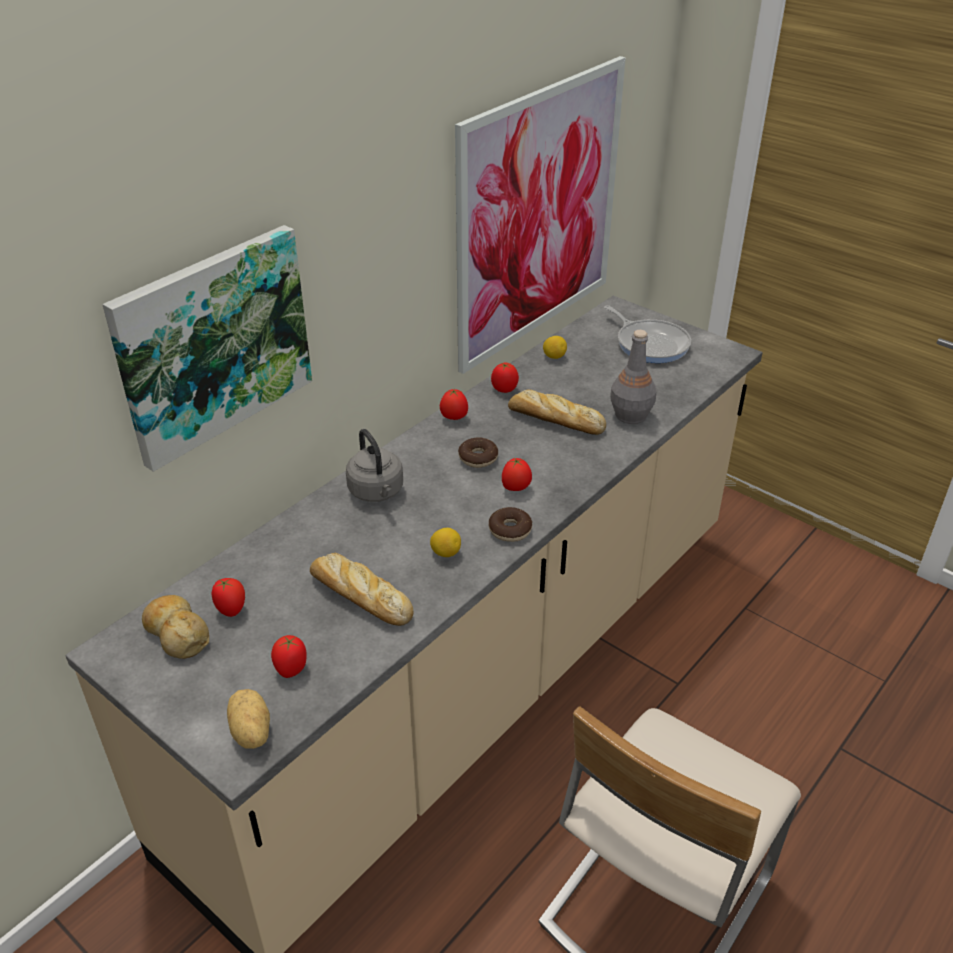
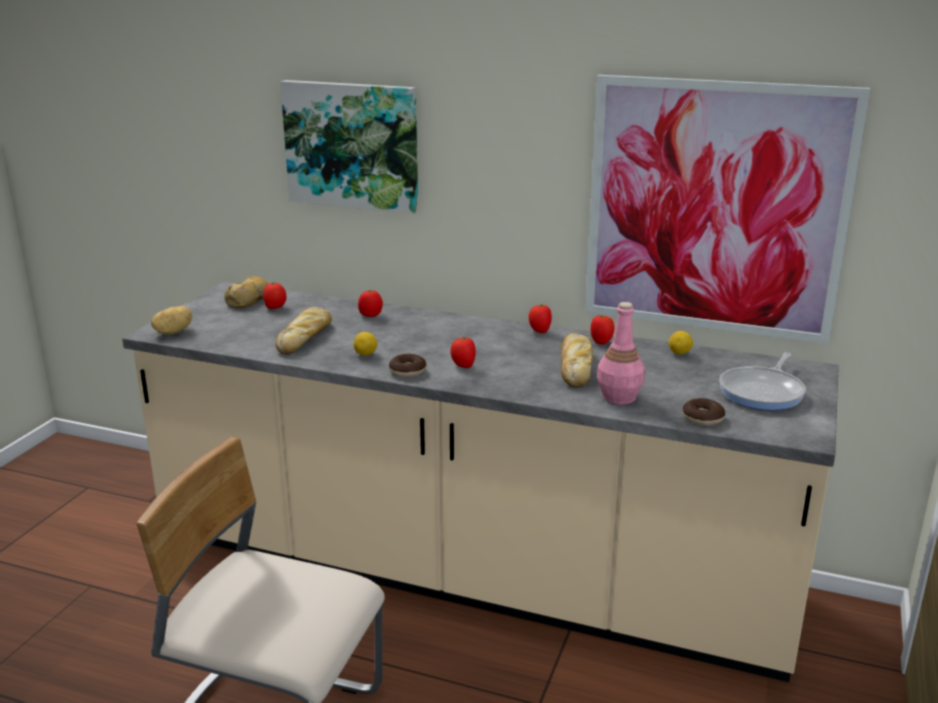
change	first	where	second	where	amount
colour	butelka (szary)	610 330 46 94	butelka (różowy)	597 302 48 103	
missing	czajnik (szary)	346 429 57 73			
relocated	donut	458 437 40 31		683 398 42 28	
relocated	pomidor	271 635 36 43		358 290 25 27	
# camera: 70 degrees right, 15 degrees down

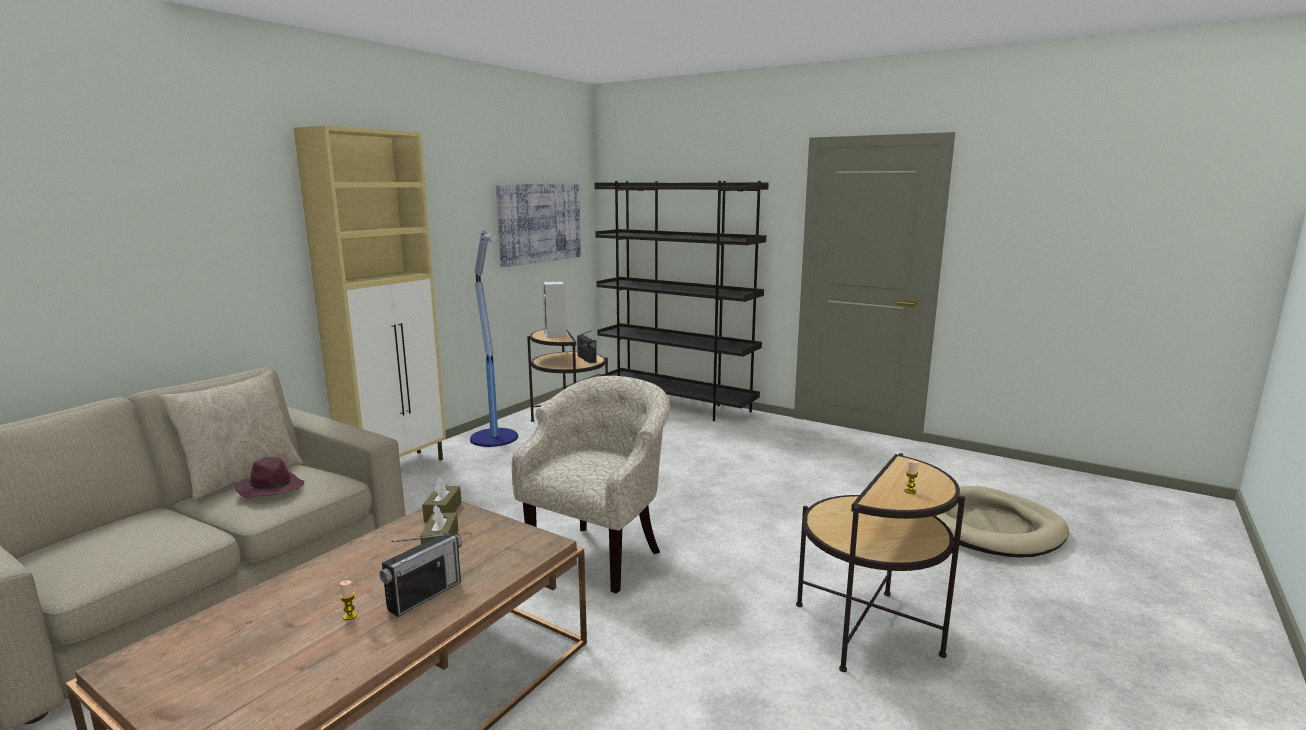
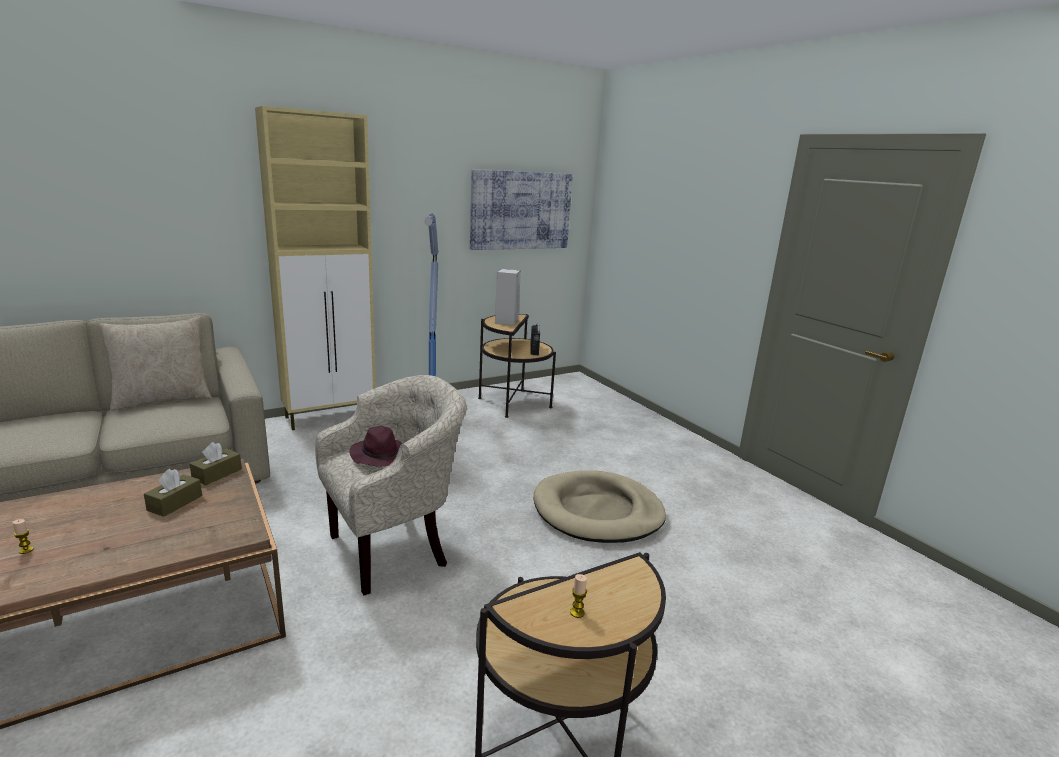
change	first	where	second	where	amount
missing	regał (czarny)	594 181 175 240			
relocated	kapelusz (fioletowy)	235 457 69 42		349 426 54 40	
relocated	legowisko (beżowy)	936 486 133 72		534 470 132 73	
missing	radio	380 533 82 84			
# camera: 25 degrees right, 5 degrees up

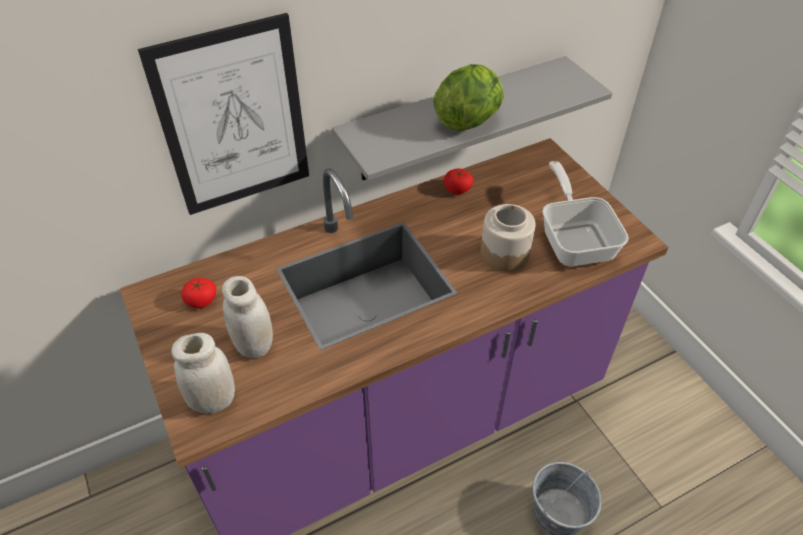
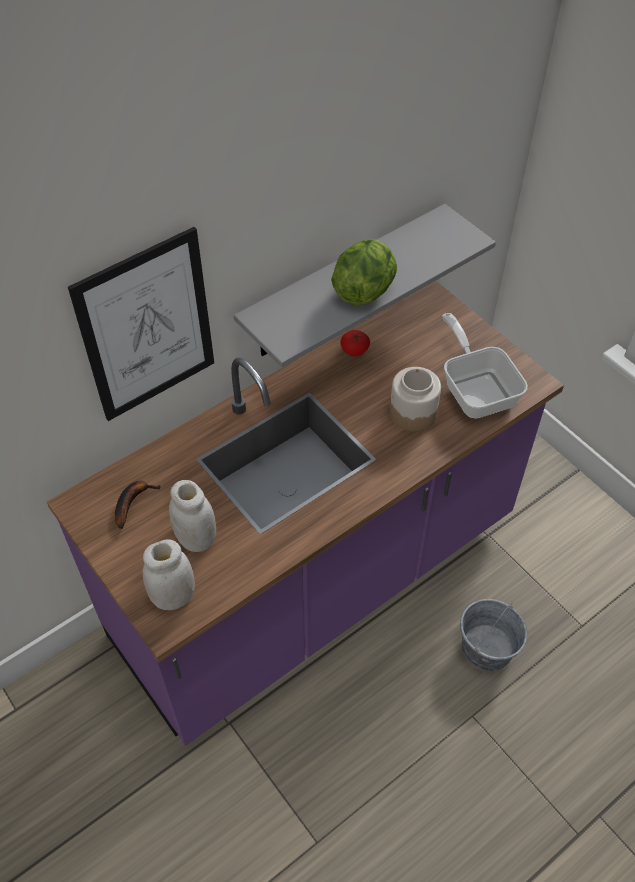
change	first	where	second	where	amount
exchanged	pomidor	181 278 35 31	banan	115 481 46 48	
# camera: 10 degrees left, 5 degrees up

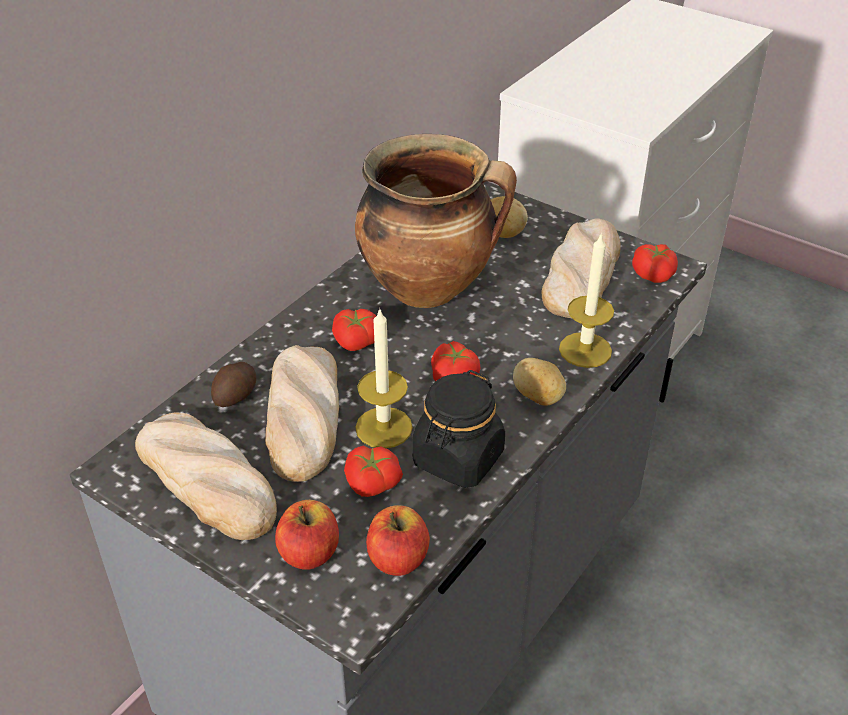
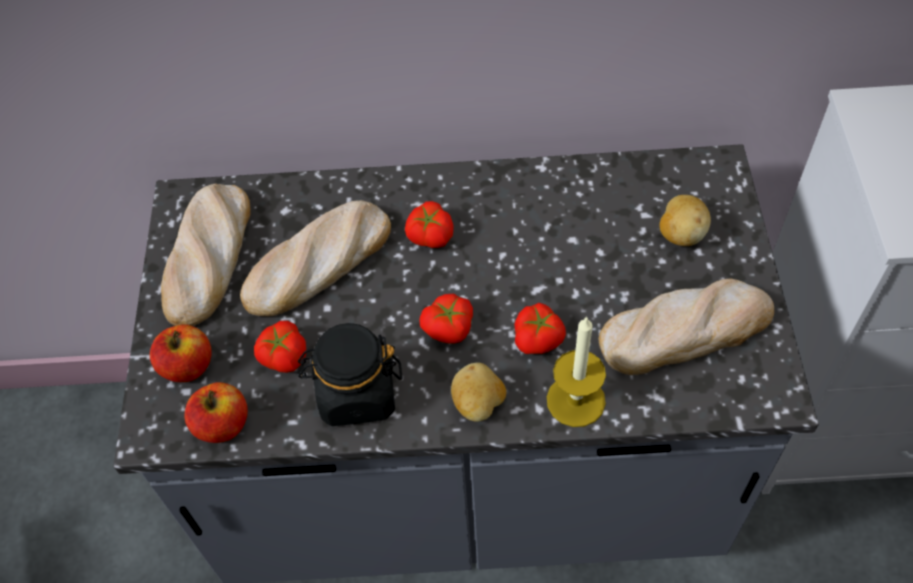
change	first	where	second	where	amount
missing	garnek	355 134 162 174			
relocated	pomidor	632 244 46 39		514 303 52 51	
missing	świeca	355 307 58 141			
missing	ziemniak	211 362 45 45			
# camera: 55 degrees right, 15 degrees up

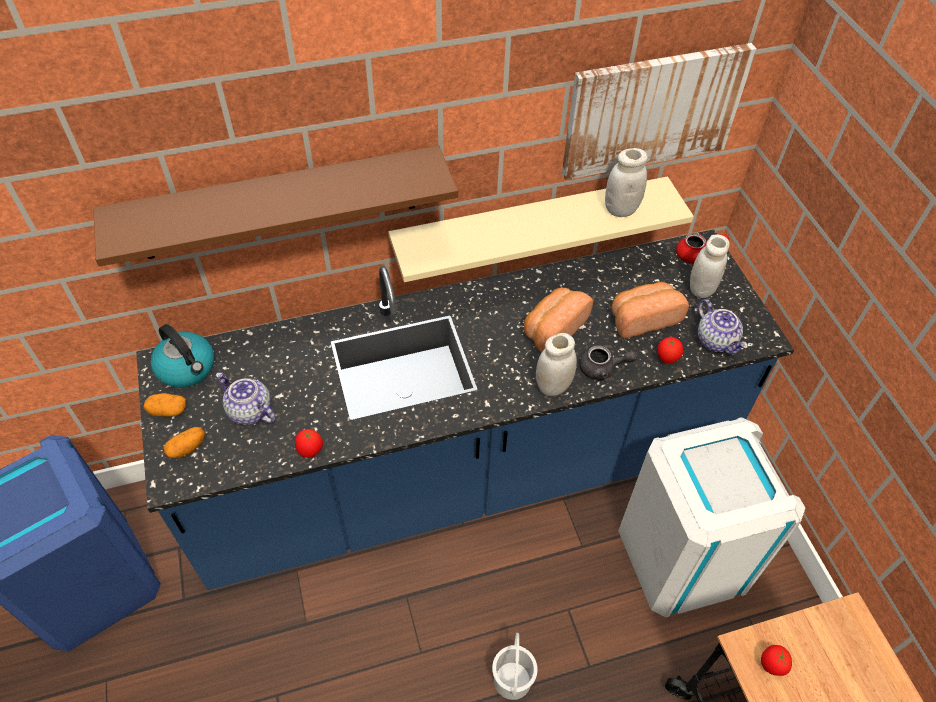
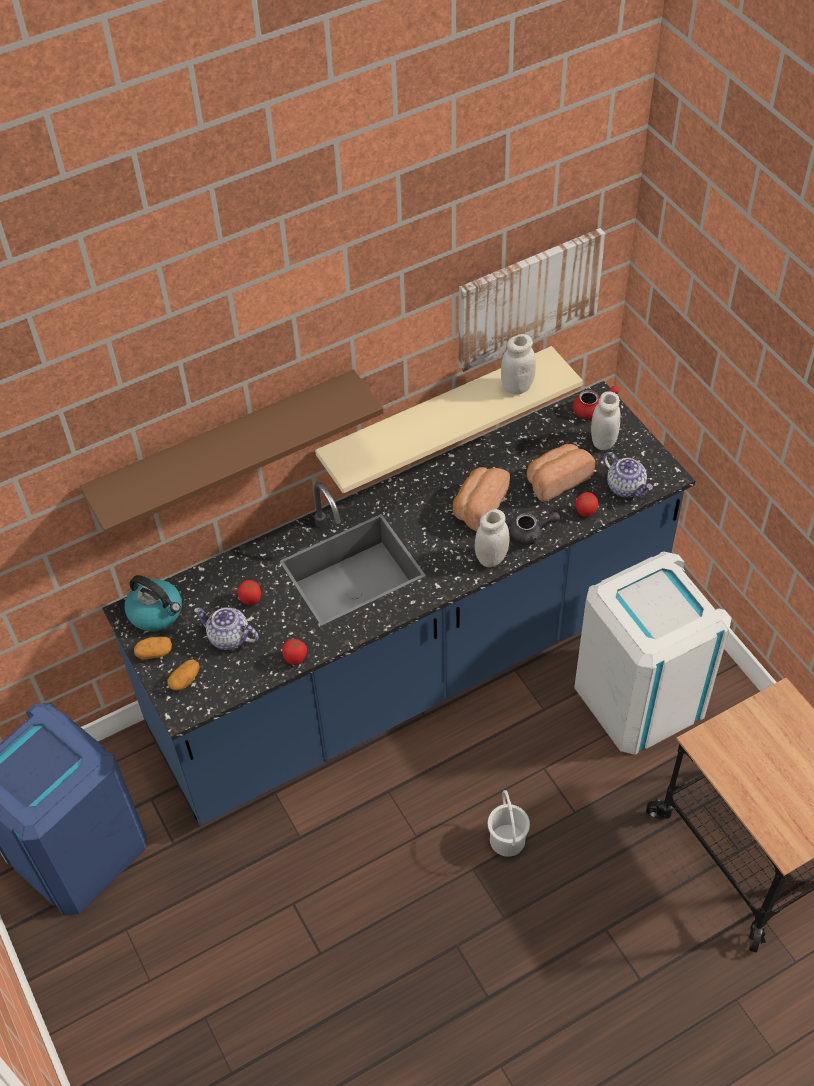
change	first	where	second	where	amount
relocated	pomidor	761 645 31 31		238 580 23 25	
# camera: 10 degrees left, 0 degrees up

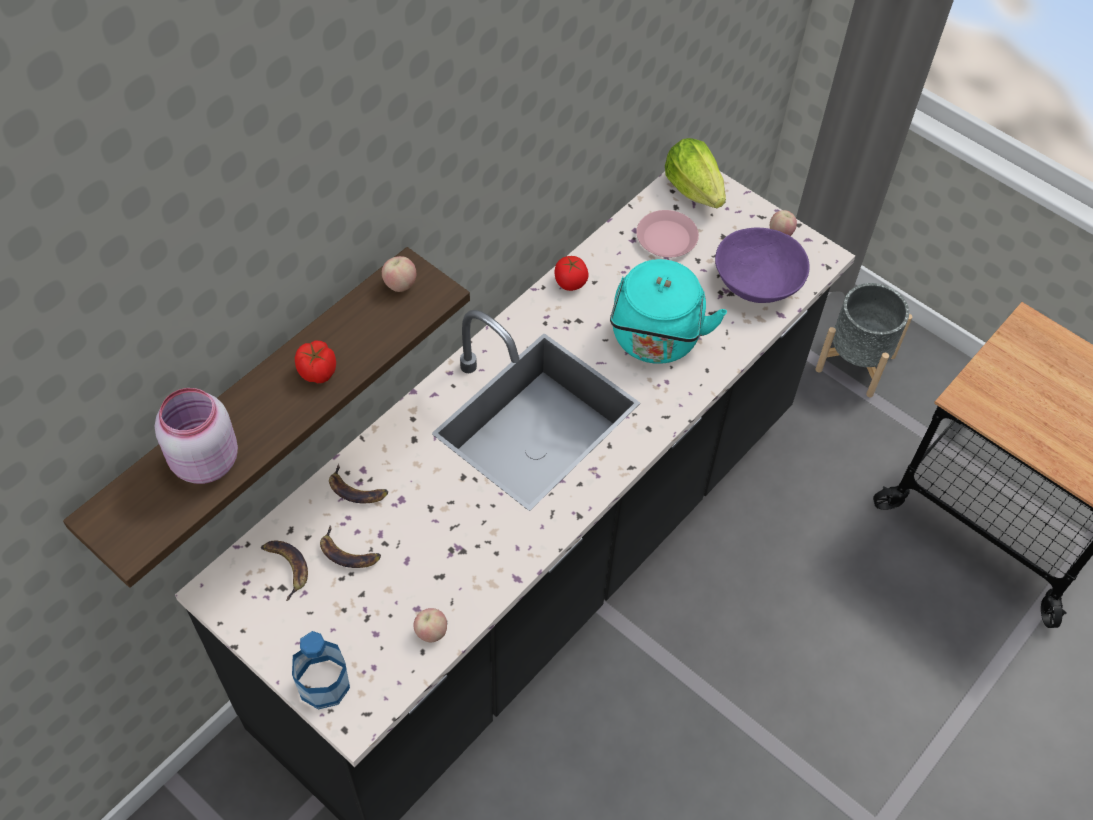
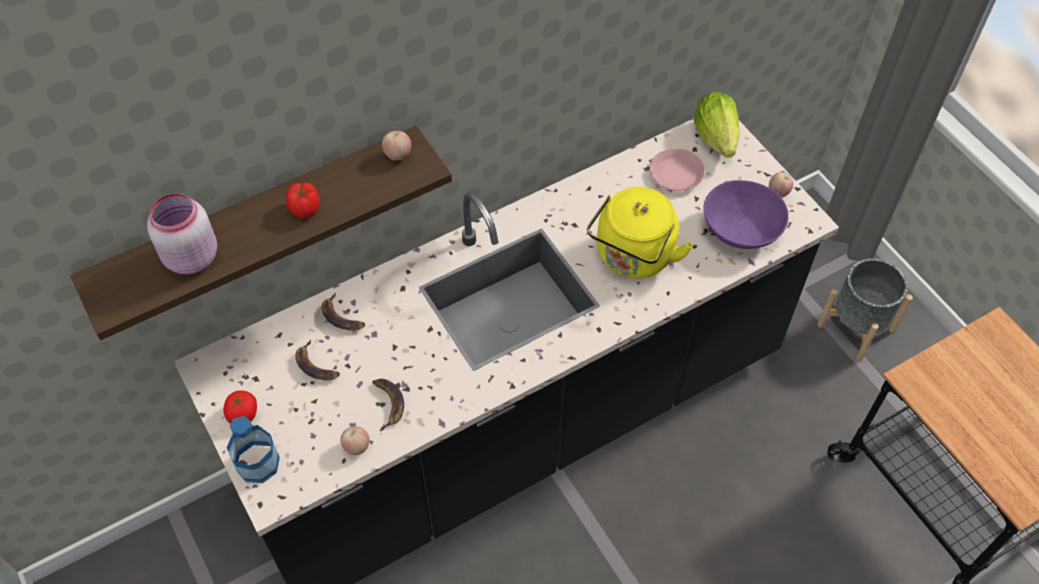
change	first	where	second	where	amount
relocated	pomidor	555 256 34 35		223 390 34 33	
colour	czajnik (turkusowy)	610 259 117 105	czajnik (żółty)	587 187 106 91	
relocated	banan	261 541 47 60		372 379 32 52	
# camera: 20 degrees right, 0 degrees up

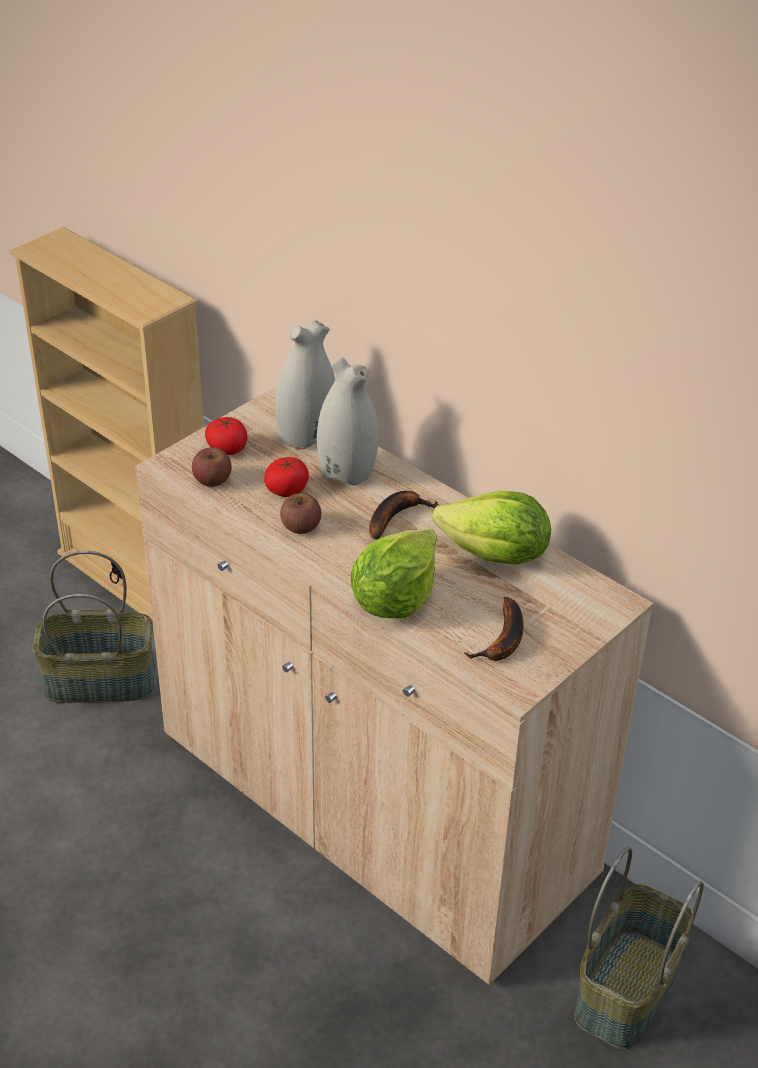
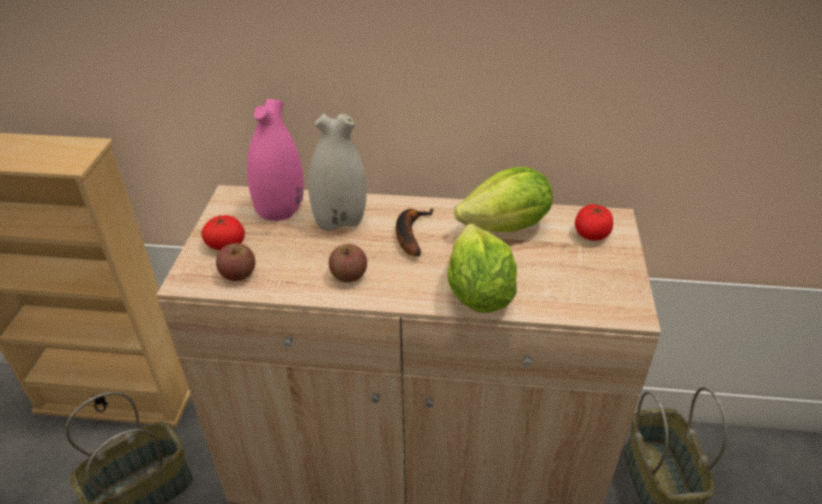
change	first	where	second	where	amount
colour	wazon (biały)	275 320 60 129	wazon (różowy)	247 98 57 123	
relocated	pomidor	264 457 45 40		575 204 38 36	
missing	banan	464 597 60 64			
# camera: 35 degrees left, 0 degrees up

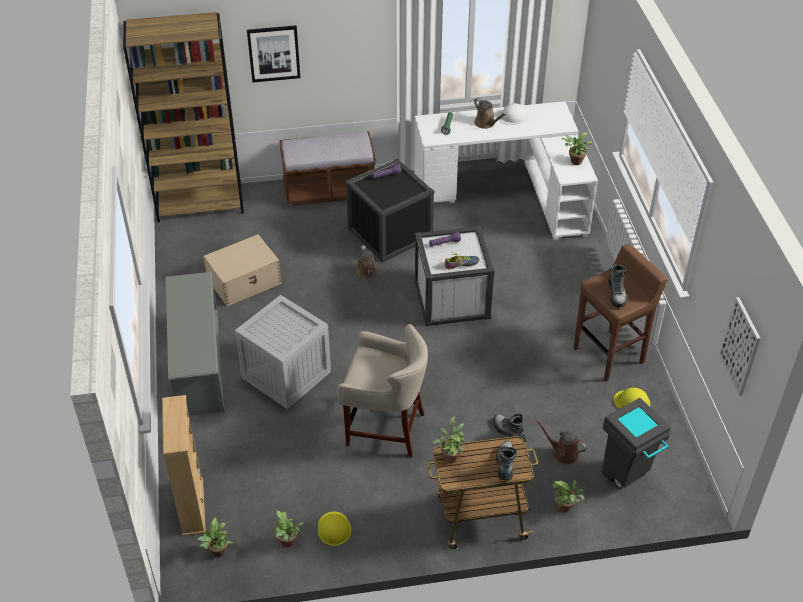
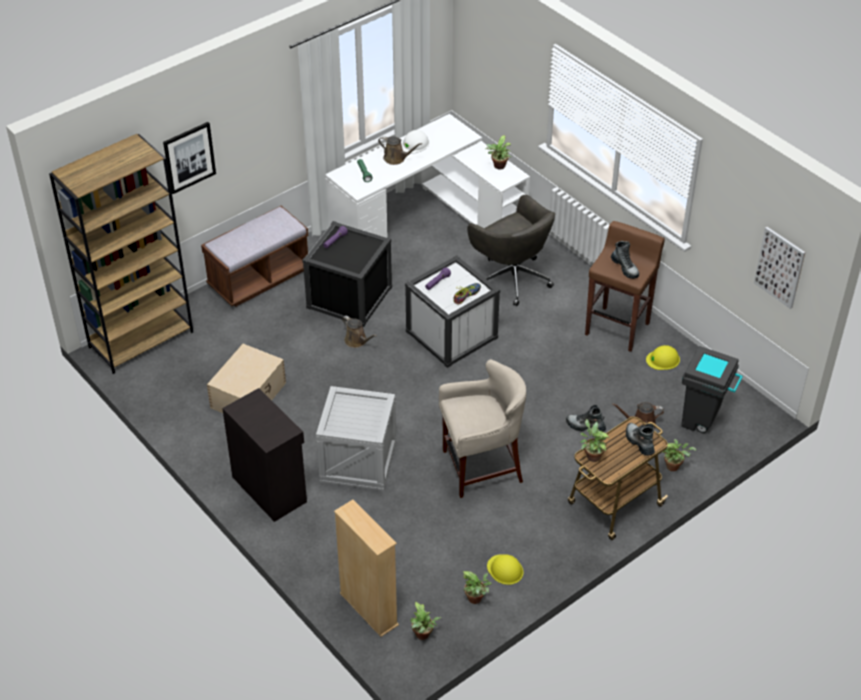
change	first	where	second	where	amount
exchanged	regał na buty (szary)	166 272 59 144	szafka (czarny)	222 388 85 134	
appeared			krzesło biurowe (szary)	467 195 88 111	
# camera: 30 degrees left, 0 degrees up

